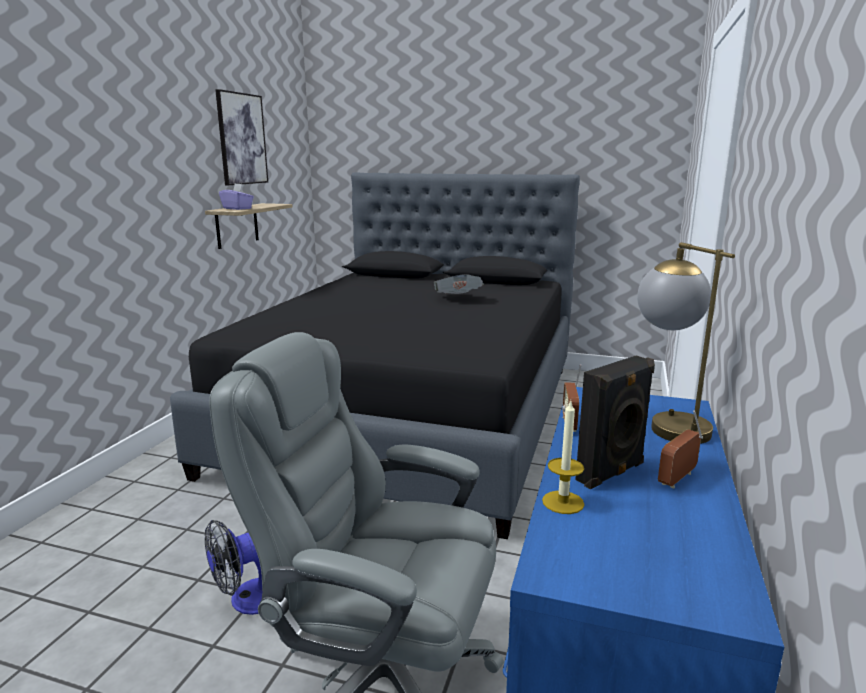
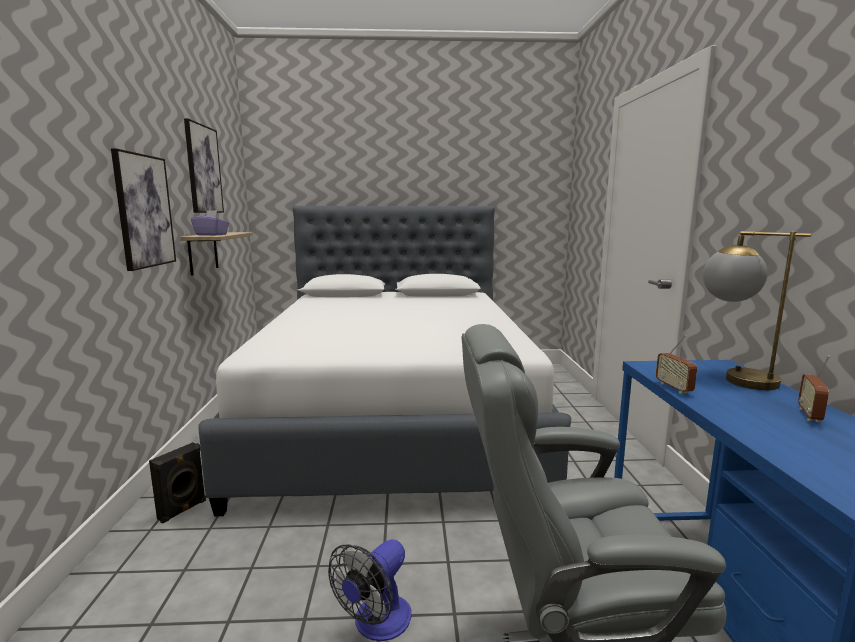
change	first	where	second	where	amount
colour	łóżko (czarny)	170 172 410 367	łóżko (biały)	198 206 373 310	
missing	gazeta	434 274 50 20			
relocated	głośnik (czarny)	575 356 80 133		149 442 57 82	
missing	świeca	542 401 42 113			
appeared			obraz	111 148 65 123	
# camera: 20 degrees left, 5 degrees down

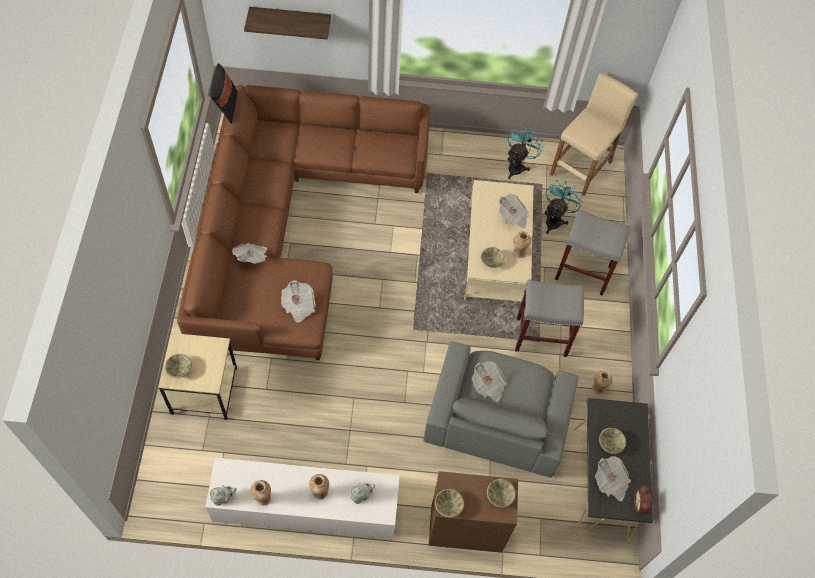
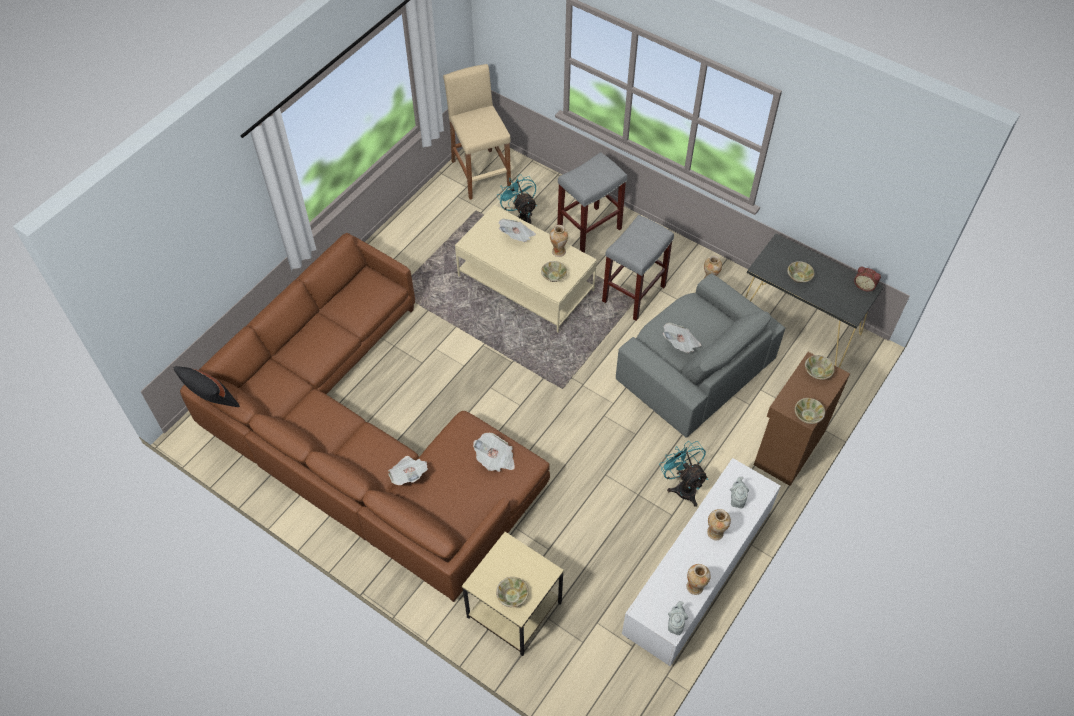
change	first	where	second	where	amount
missing	półka	244 7 87 32			
relocated	wentylator (turkusowy)	507 126 36 53		659 441 49 66	
missing	gazeta	595 456 36 45			
# camera: 55 degrees left, 5 degrees down

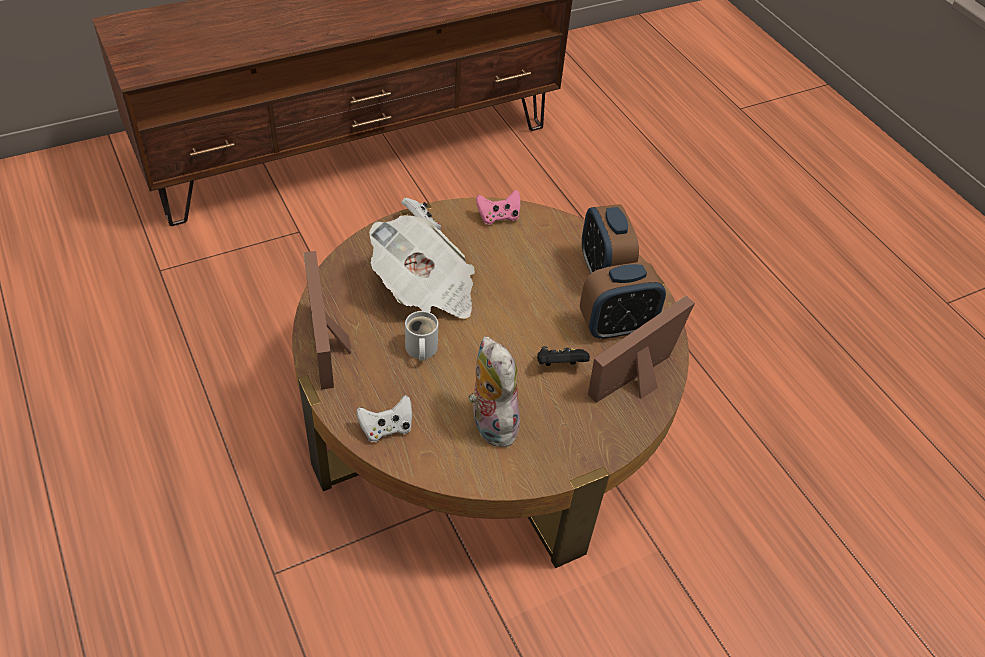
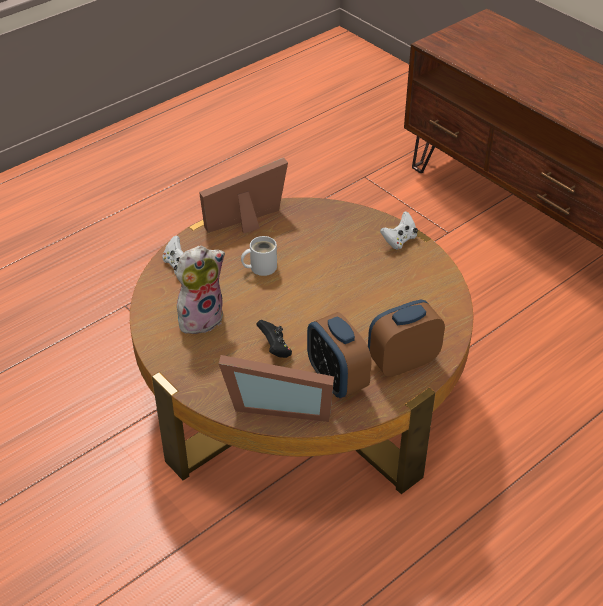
change	first	where	second	where	amount
missing	pad do gier (różowy)	476 190 44 35			
missing	gazeta	369 215 106 104			
spun	ramka na zdjęcie	588 296 107 107		218 355 116 67	150 degrees clockwise
# camera: 80 degrees right, 5 degrees down

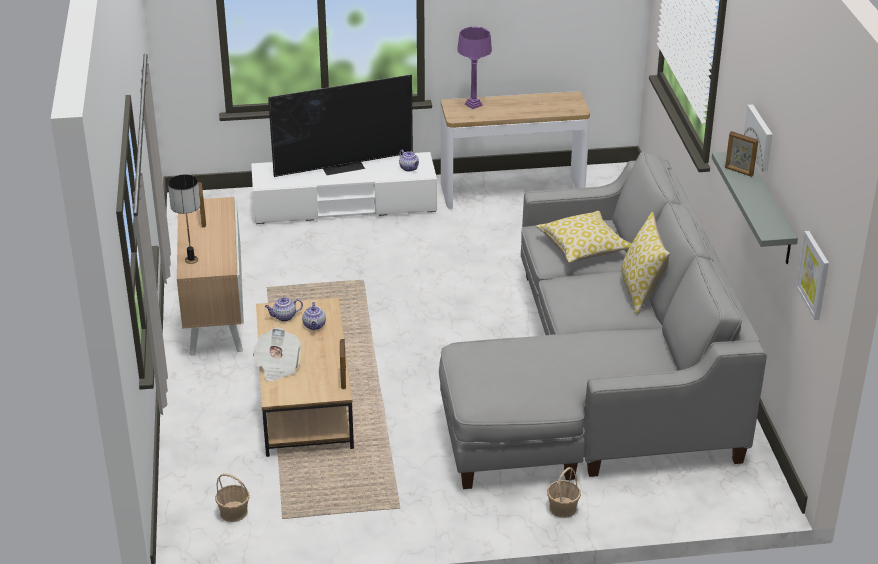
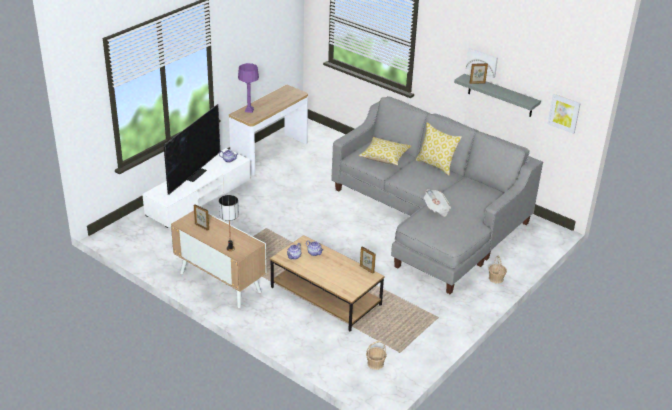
change	first	where	second	where	amount
relocated	gazeta	253 327 49 55		424 189 27 28	
# camera: 45 degrees left, 0 degrees up

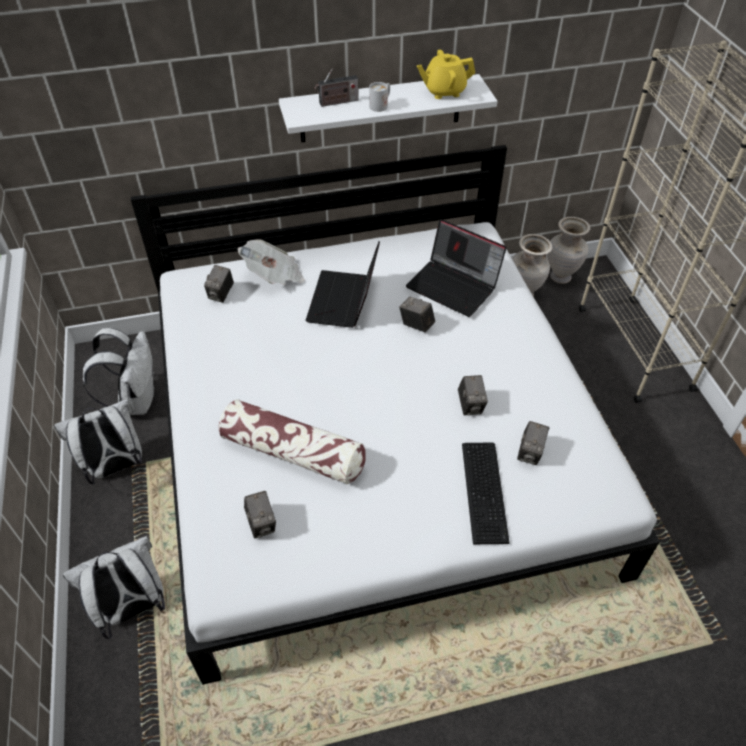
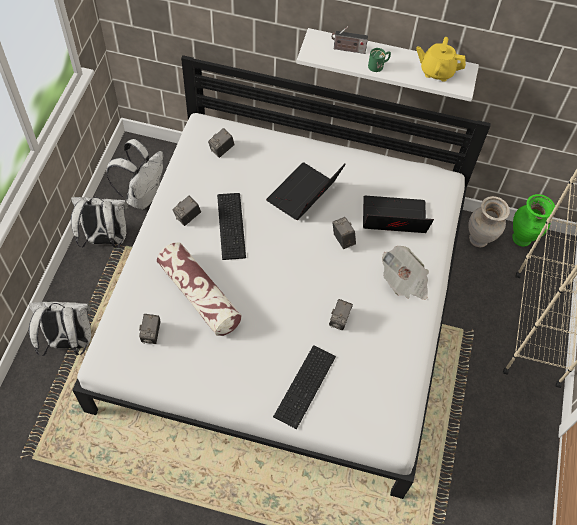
change	first	where	second	where	amount
colour	kubek (biały)	369 82 21 30	kubek (zielony)	368 48 23 24	
colour	wazon (beżowy)	547 217 44 67	wazon (zielony)	512 194 43 53	
spun	laptop	406 219 101 98		363 196 71 37	120 degrees clockwise
relocated	gazeta	238 240 67 45		382 246 47 54	
relocated	aparat fotograficzny	517 421 32 44		173 196 28 30	
appeared			klawiatura	217 193 29 67	
# camera: 25 degrees right, 10 degrees up

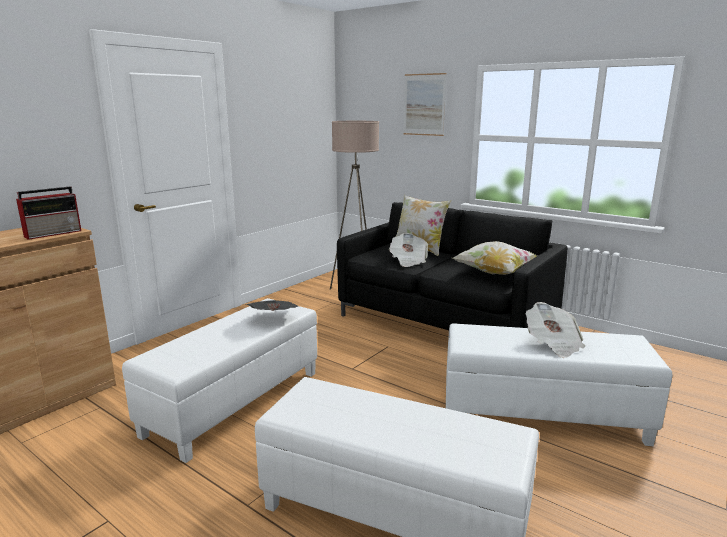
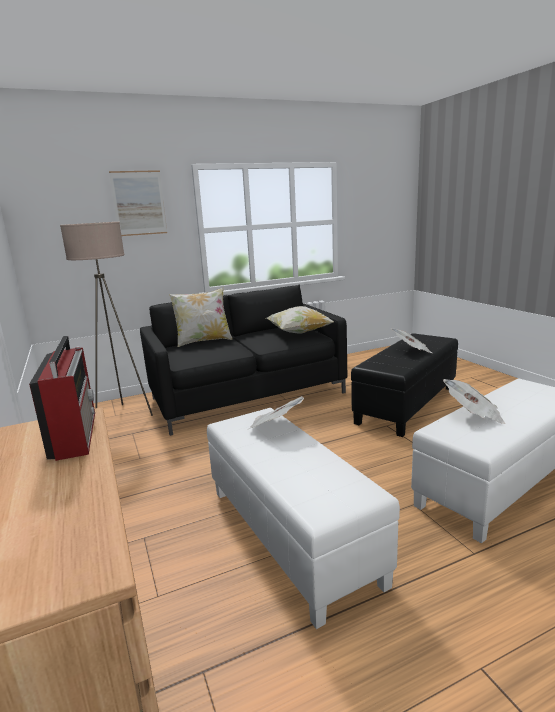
change	first	where	second	where	amount
relocated	gazeta	389 233 39 34		443 379 63 45	
colour	pufa (biały)	446 323 226 123	pufa (czarny)	351 333 107 104	
# camera: 60 degrees left, 0 degrees up

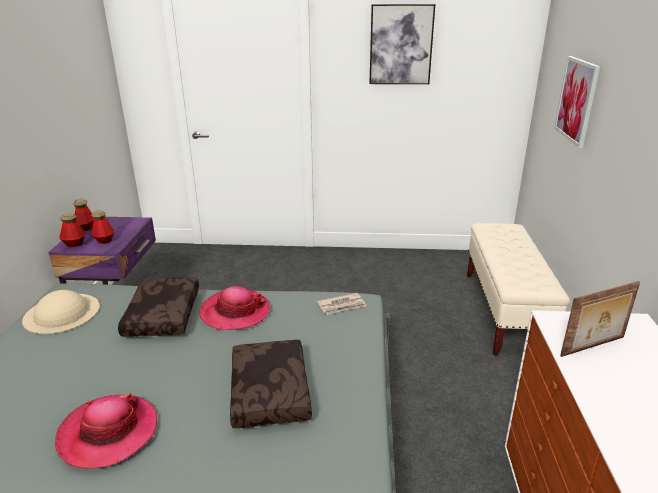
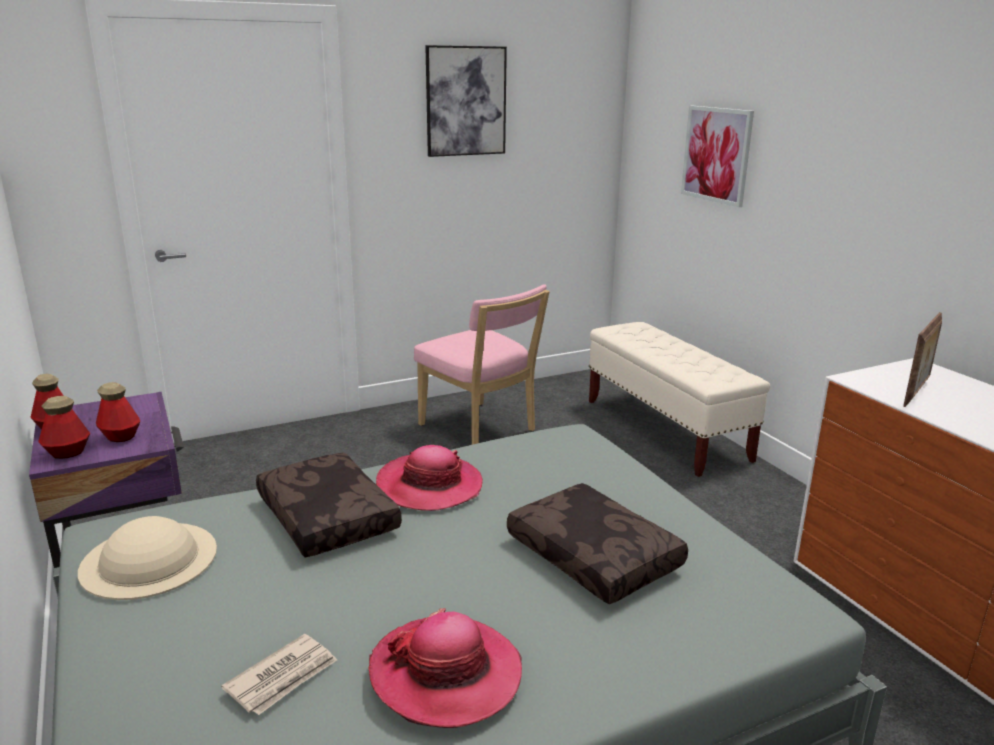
change	first	where	second	where	amount
relocated	gazeta	317 293 49 22		221 634 116 81	
appeared			krzesło (różowy)	414 284 136 161	
# camera: 30 degrees left, 5 degrees down

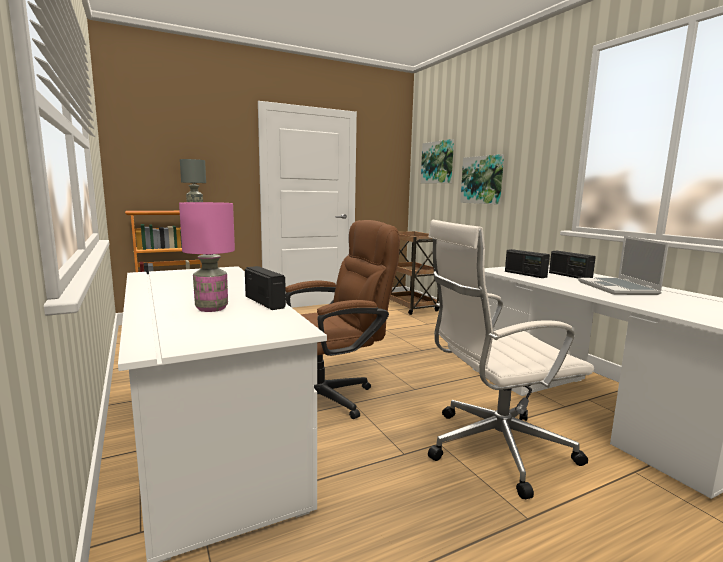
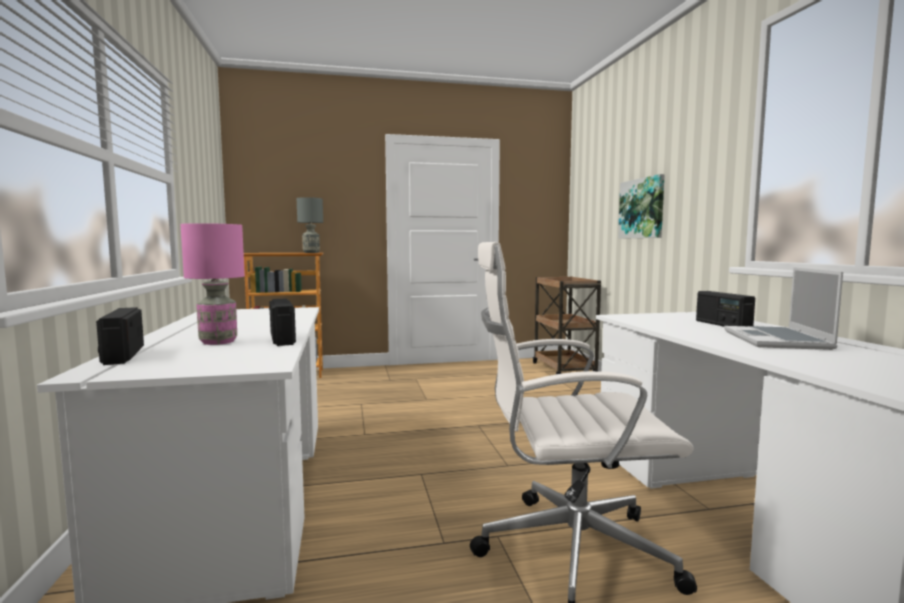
change	first	where	second	where	amount
missing	obraz	421 139 33 45			
missing	krzesło biurowe (brązowy)	285 220 115 199			
relocated	radio	505 249 45 29		96 307 48 58	
# camera: 15 degrees right, 5 degrees down

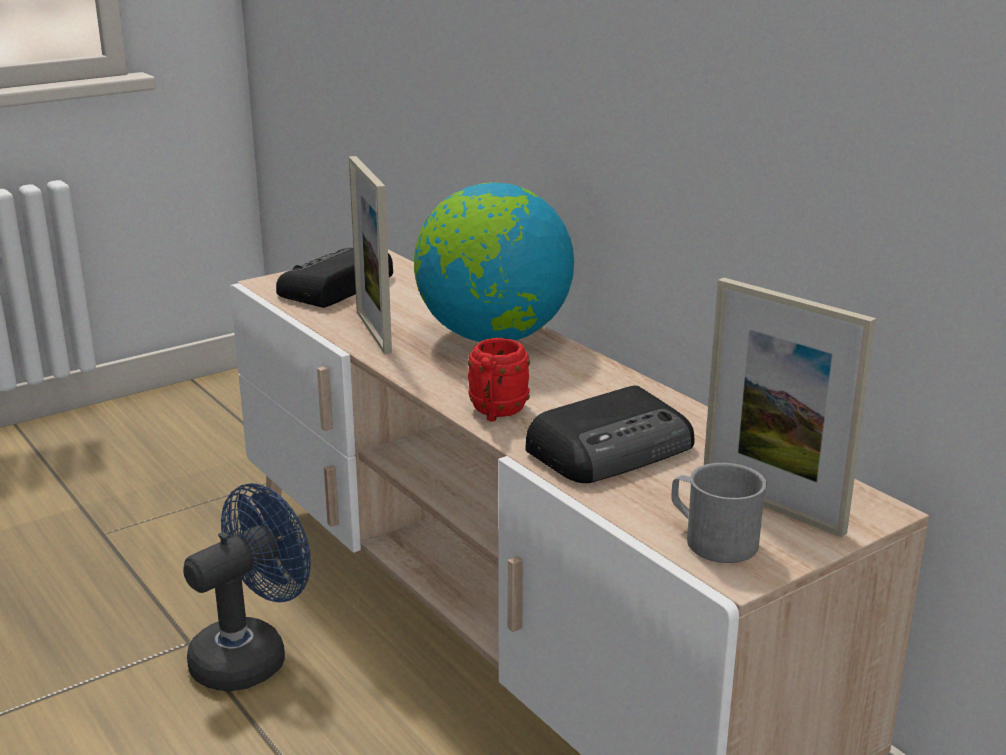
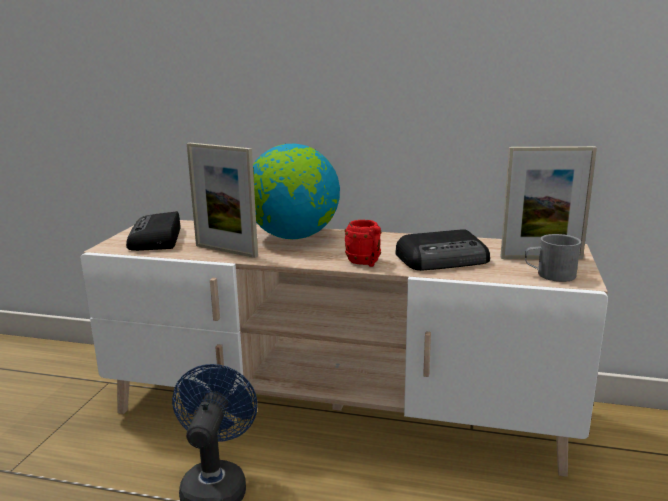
change	first	where	second	where	amount
spun	radio	525 386 169 97		395 229 95 42	60 degrees clockwise
# camera: 40 degrees left, 5 degrees down

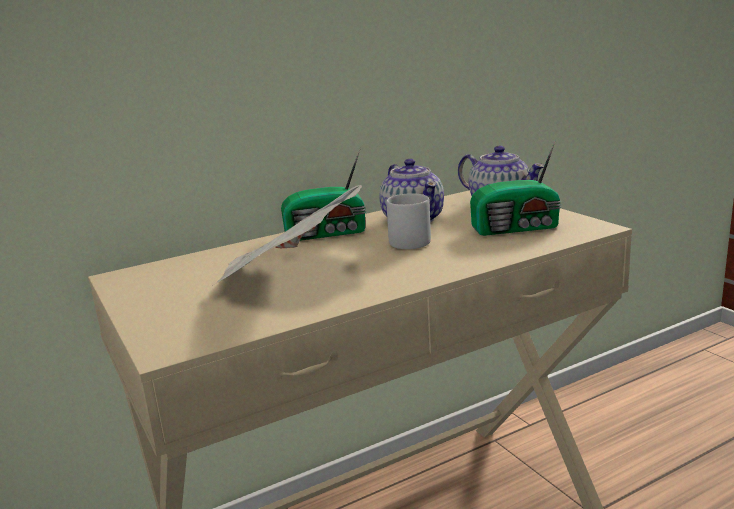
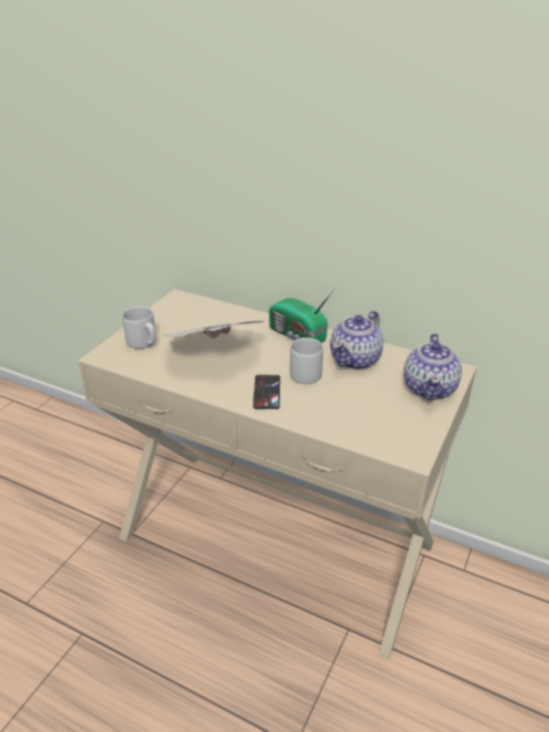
change	first	where	second	where	amount
missing	radio	470 139 91 97			
appeared			kubek (szary)	122 306 34 43	
appeared			telefon	253 375 27 34	
# camera: 55 degrees right, 15 degrees up

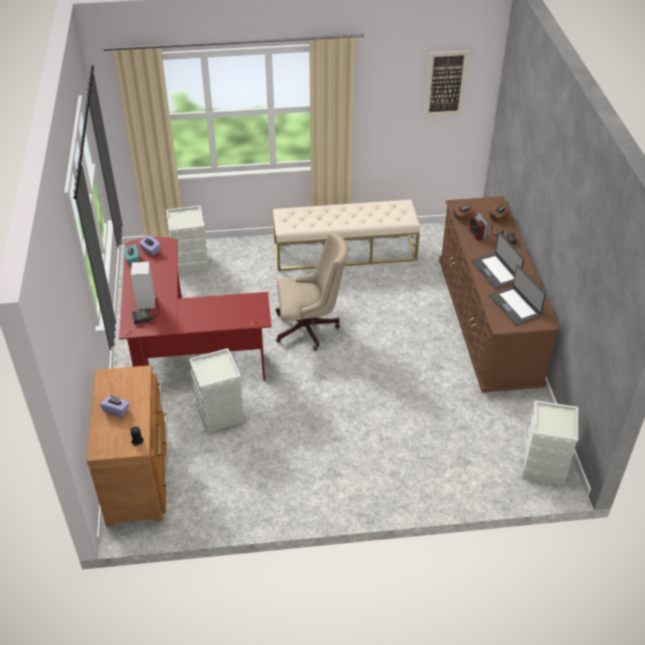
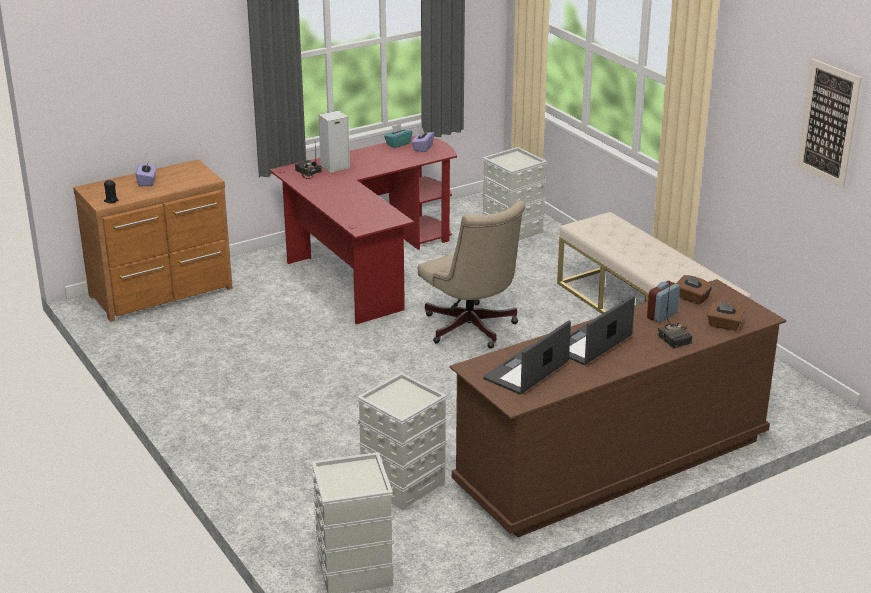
change	first	where	second	where	amount
relocated	pojemnik do przechowywania (szary)	189 348 55 85		357 372 90 138	
# camera: 65 degrees right, 15 degrees down

